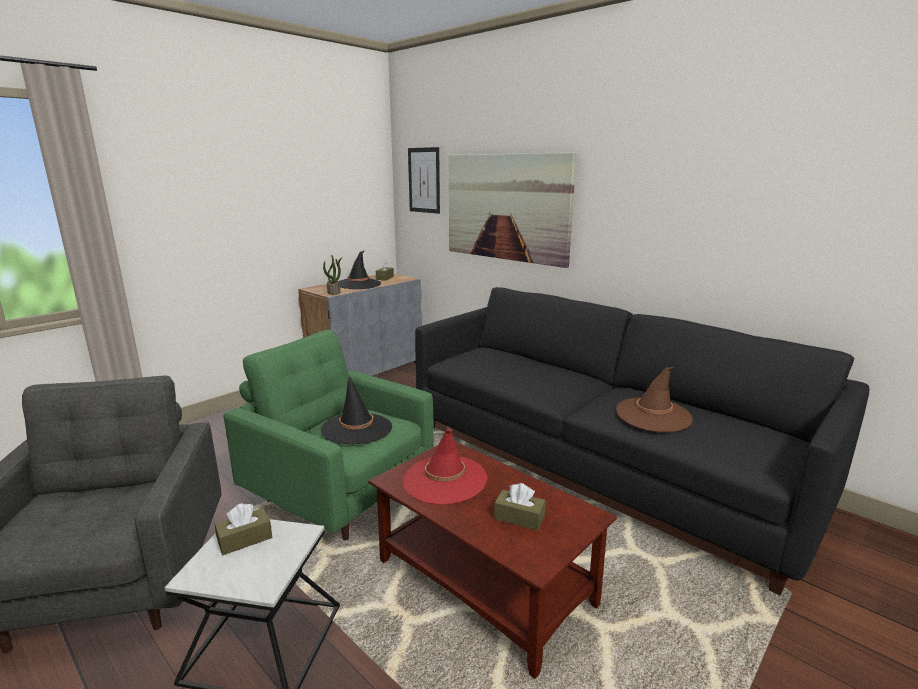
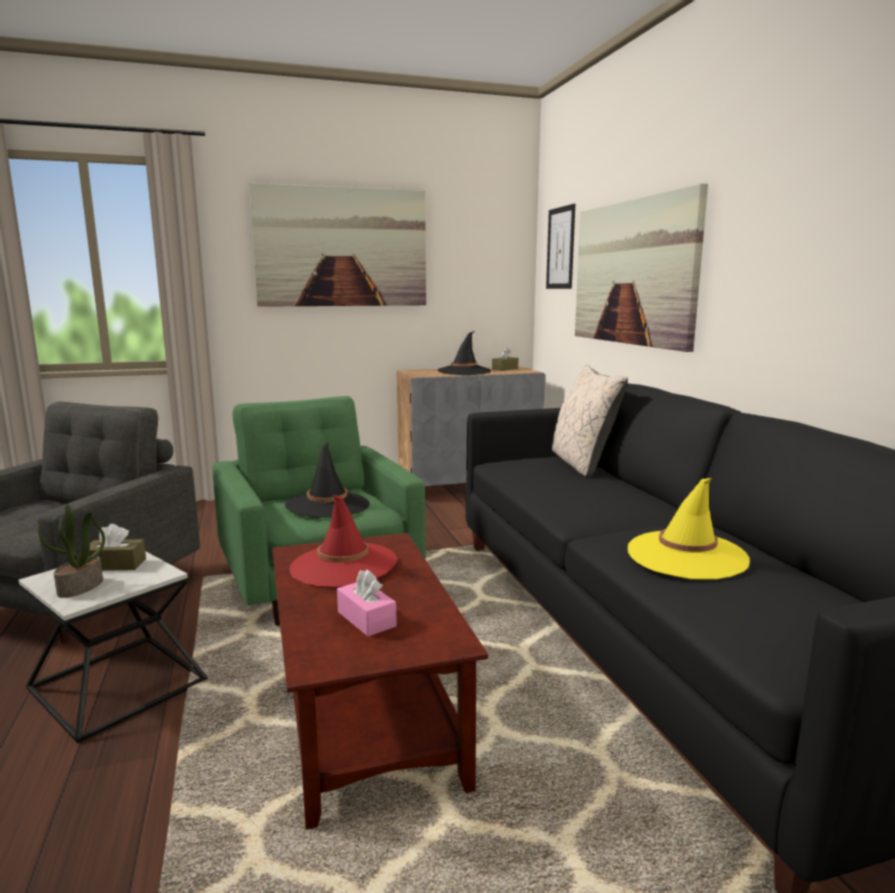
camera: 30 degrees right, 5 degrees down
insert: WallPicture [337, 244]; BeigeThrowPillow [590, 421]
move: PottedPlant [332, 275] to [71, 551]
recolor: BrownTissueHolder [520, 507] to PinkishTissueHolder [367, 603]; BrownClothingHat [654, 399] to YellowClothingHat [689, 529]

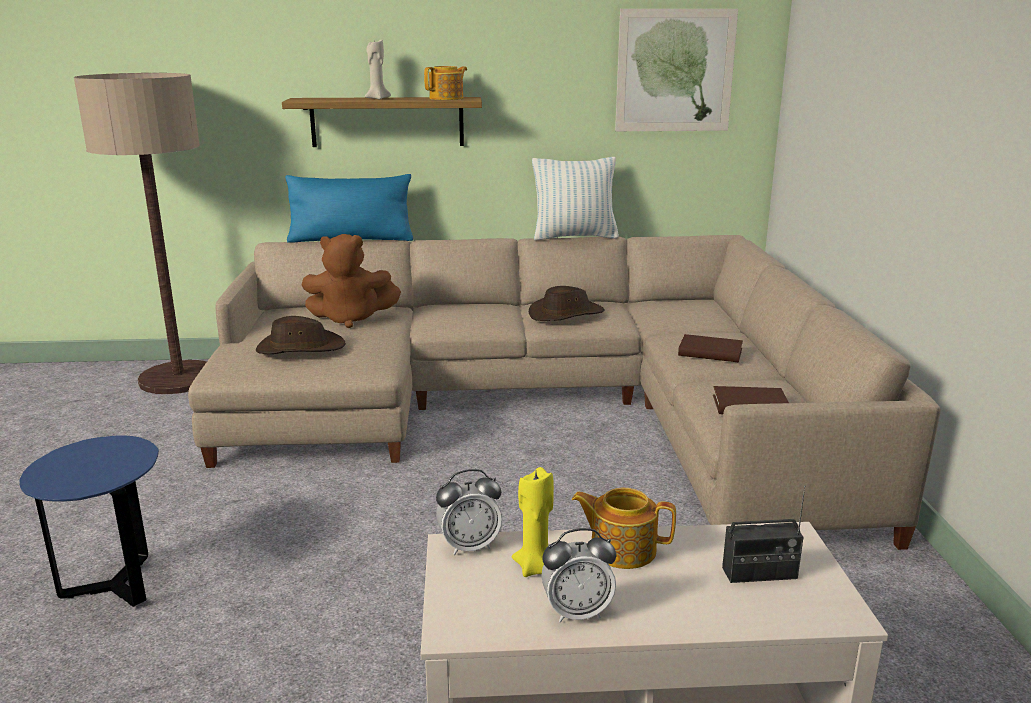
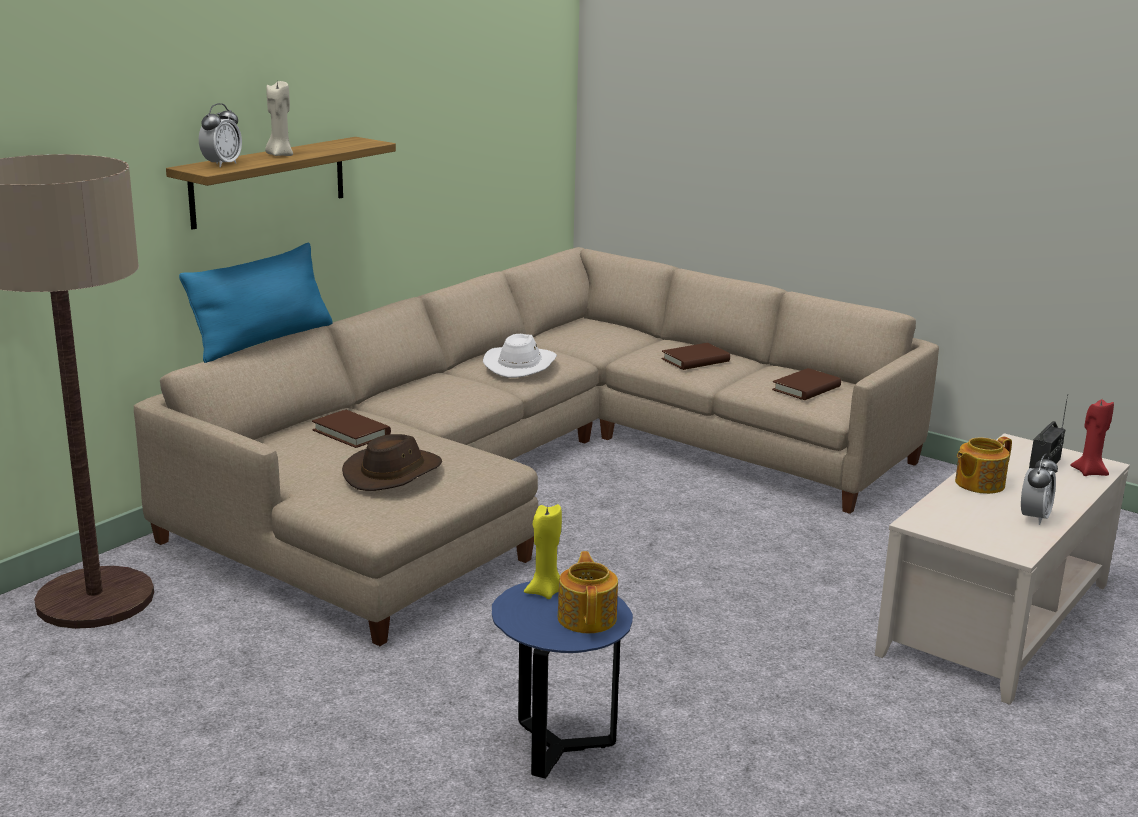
camera: 50 degrees left, 0 degrees up
delete: ThrowPillow [575, 198]; WallPicture [676, 70]
insert: RedColouredCandle [1092, 438]
move: TeaPot [445, 83] to [588, 592]; AlarmClock [469, 512] to [220, 135]; YellowCandle [532, 522] to [543, 551]
replace: BrownSoftToy [351, 281] to BrownBook [351, 429]
recolor: BrownClothingHat [566, 303] to WhitishClothingHat [520, 356]

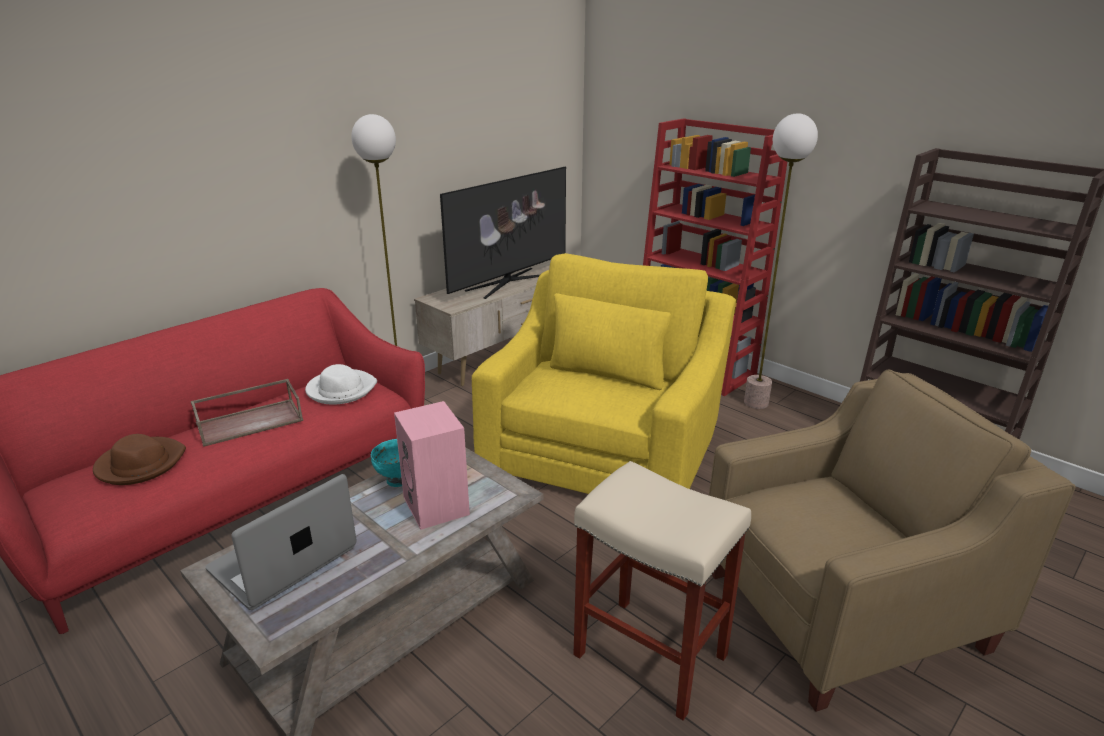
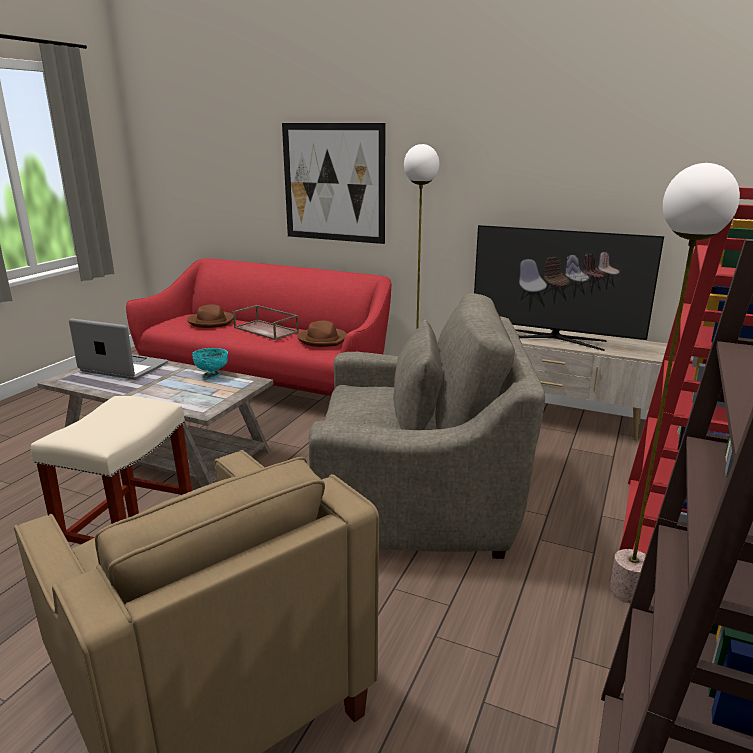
camera: 70 degrees right, 5 degrees down
delete: PinkishLoudspeaker [432, 465]
insert: WallPicture [334, 183]
recolor: WhitishClothingHat [341, 384] to BrownClothingHat [322, 334]; YellowEasyChair [604, 373] to GreyEasyChair [427, 426]

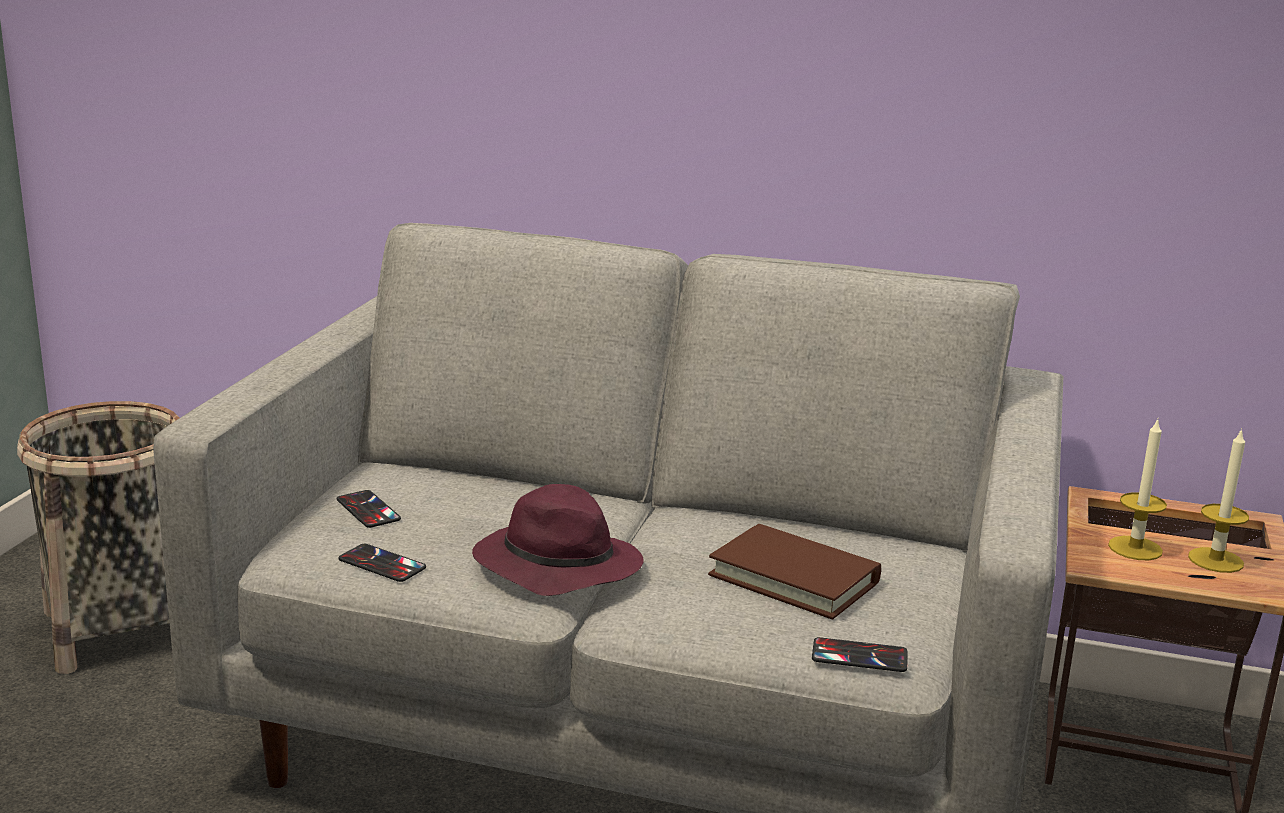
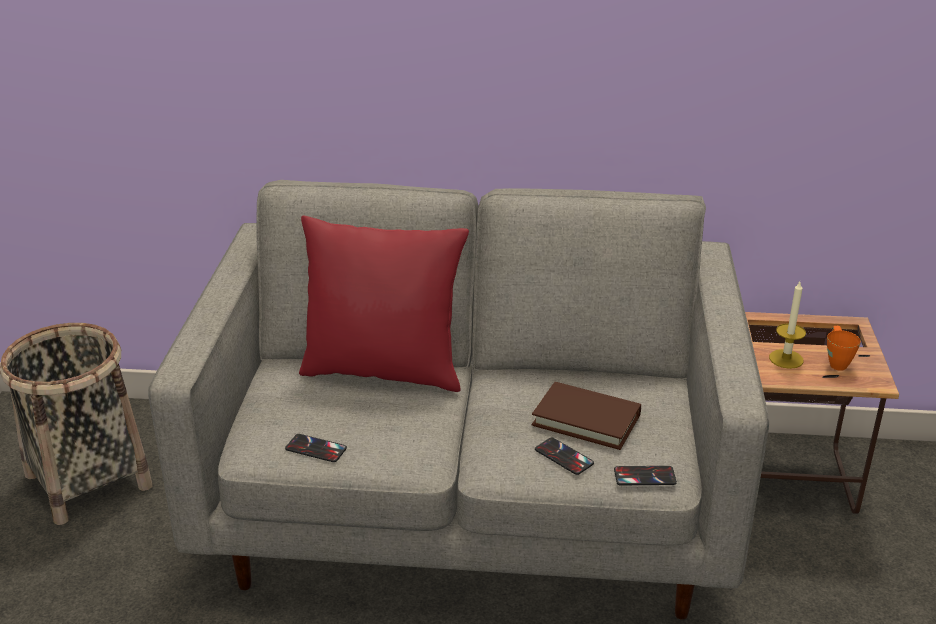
camera: 10 degrees left, 10 degrees up
delete: PurpleColouredClothingHat [558, 540]
insert: RedColouredThrowPillow [384, 303]
move: Telephone [369, 509] to [564, 456]
replace: Candle [1218, 500] to OrangeColouredCoffeeMug [844, 348]

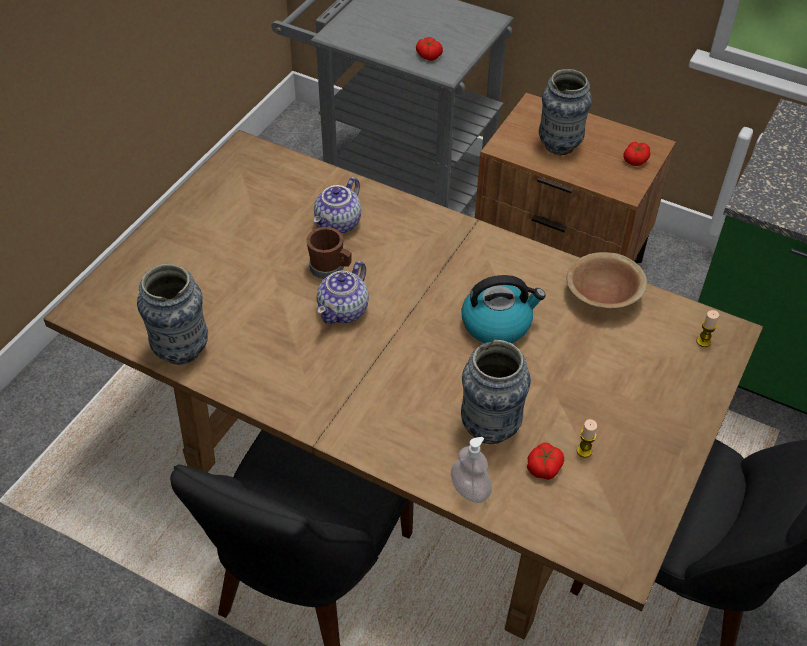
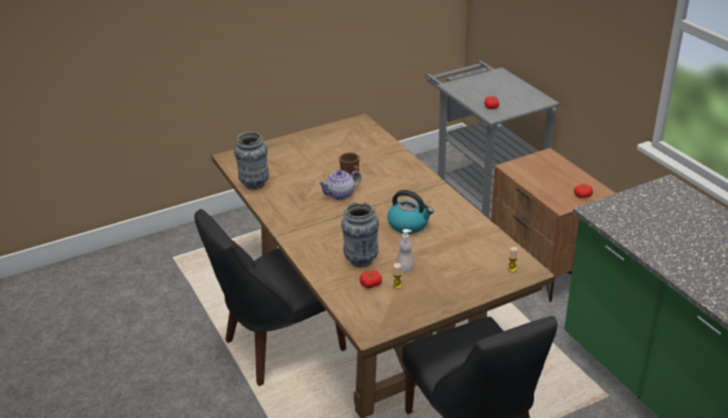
camera: 35 degrees right, 15 degrees down
delete: TeaPot [337, 205]; FlowerVase [565, 112]; BrownDeepDish [606, 280]
move: SoapDispenser [471, 470] to [405, 251]

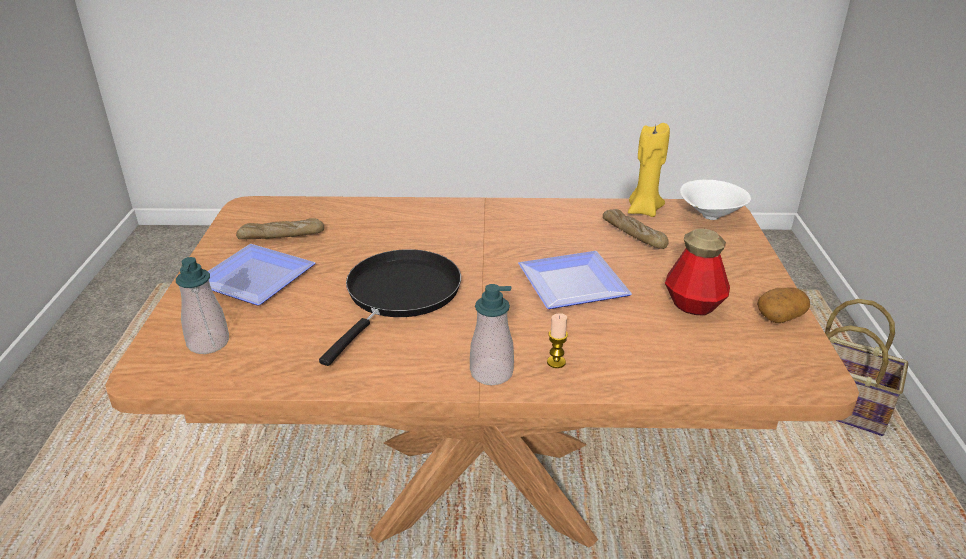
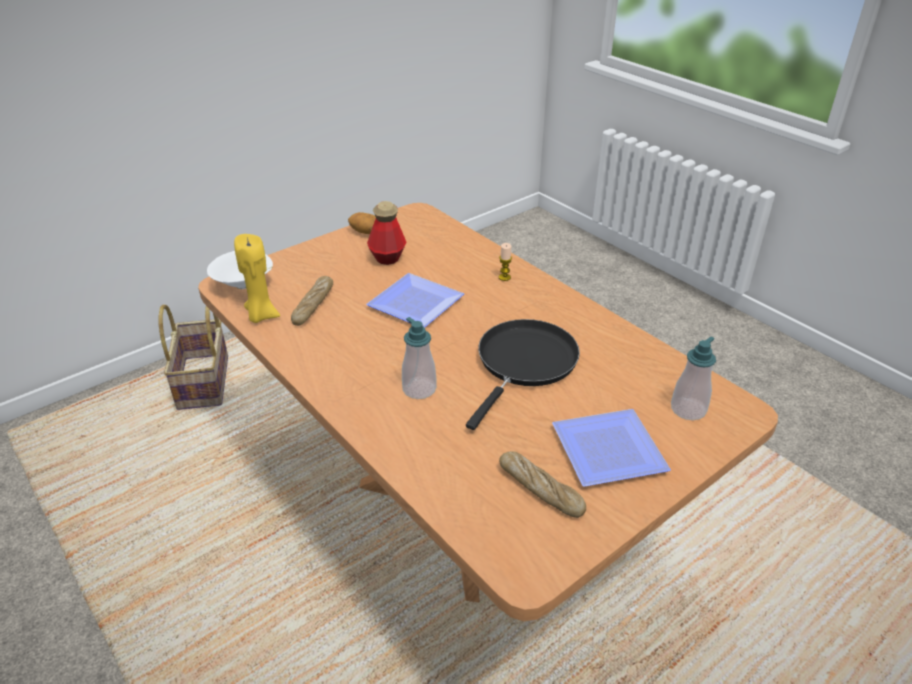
camera: 130 degrees left, 5 degrees up
move: SoapDispenser [492, 334] to [419, 358]
rotate: BlackColouredFryingPan [390, 307] = [523, 374] 135 degrees clockwise

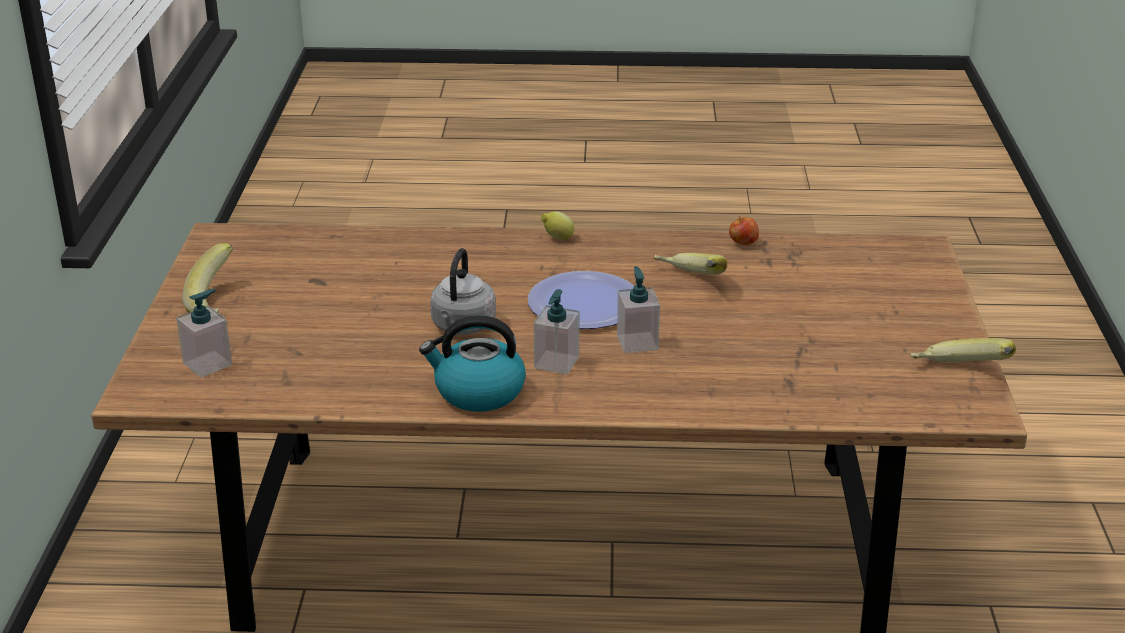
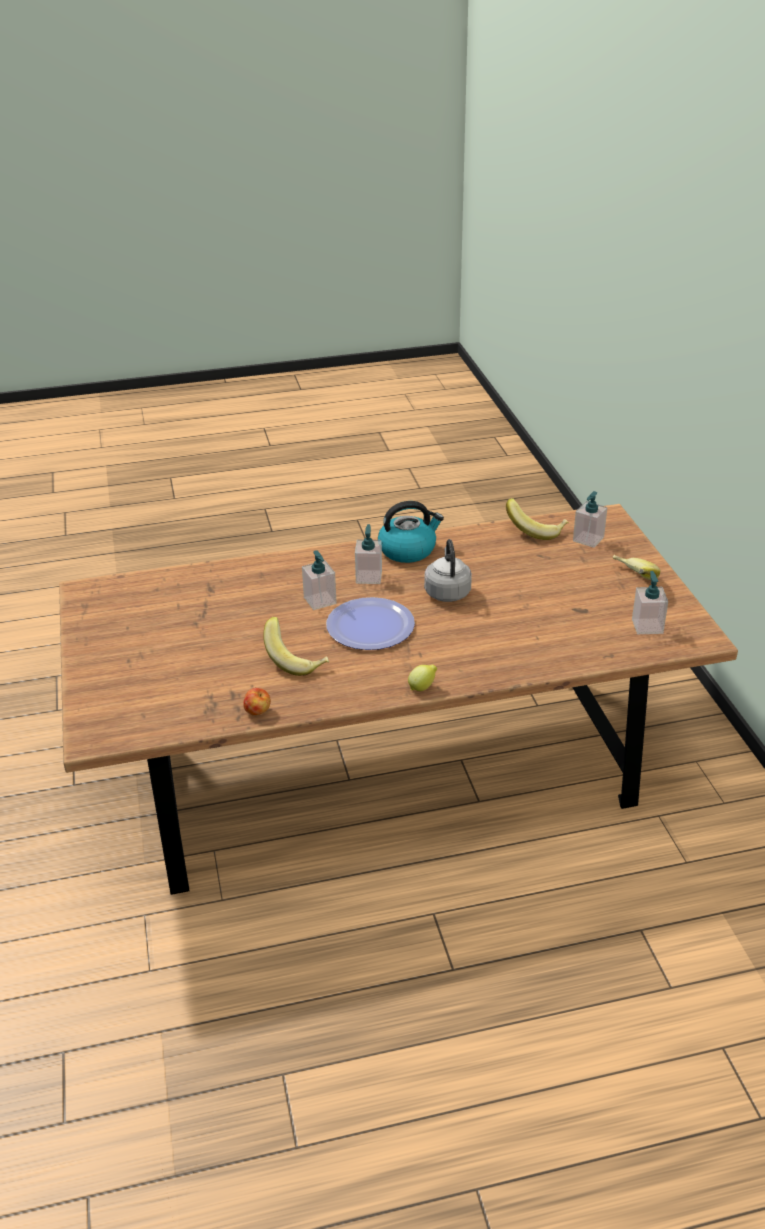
camera: 165 degrees right, 5 degrees up
insert: SoapDispenser [650, 602]
move: WholeBanana [963, 350] to [537, 519]

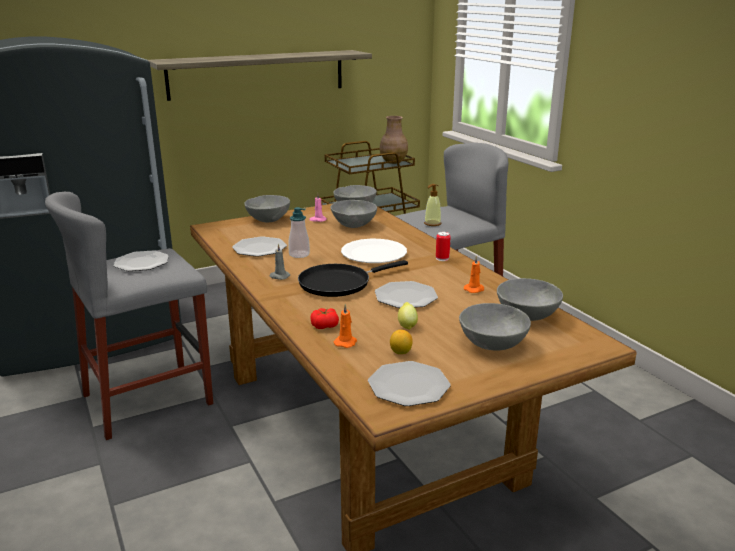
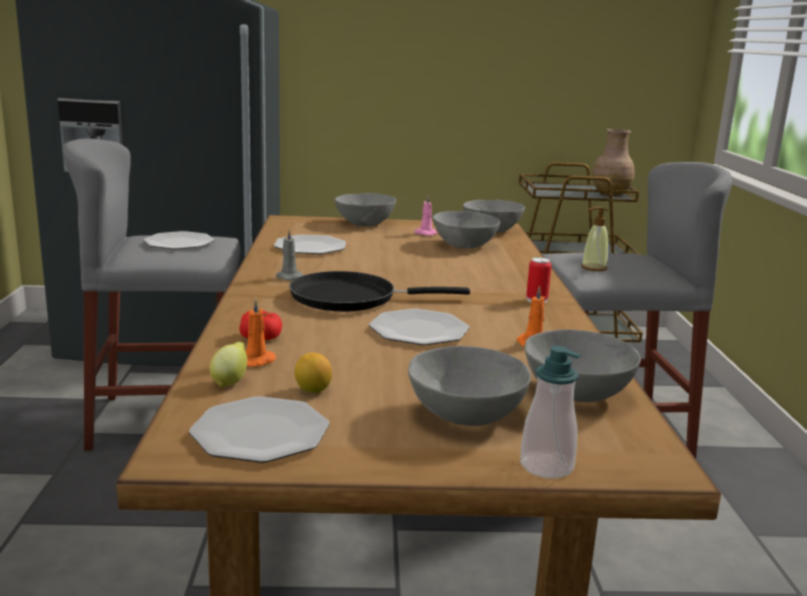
camera: 25 degrees right, 5 degrees down
delete: Shelf [260, 75]; WhitishFlatDish [374, 251]
move: SoapDispenser [299, 232] to [550, 412]; CitrusFruit [408, 316] to [228, 364]

